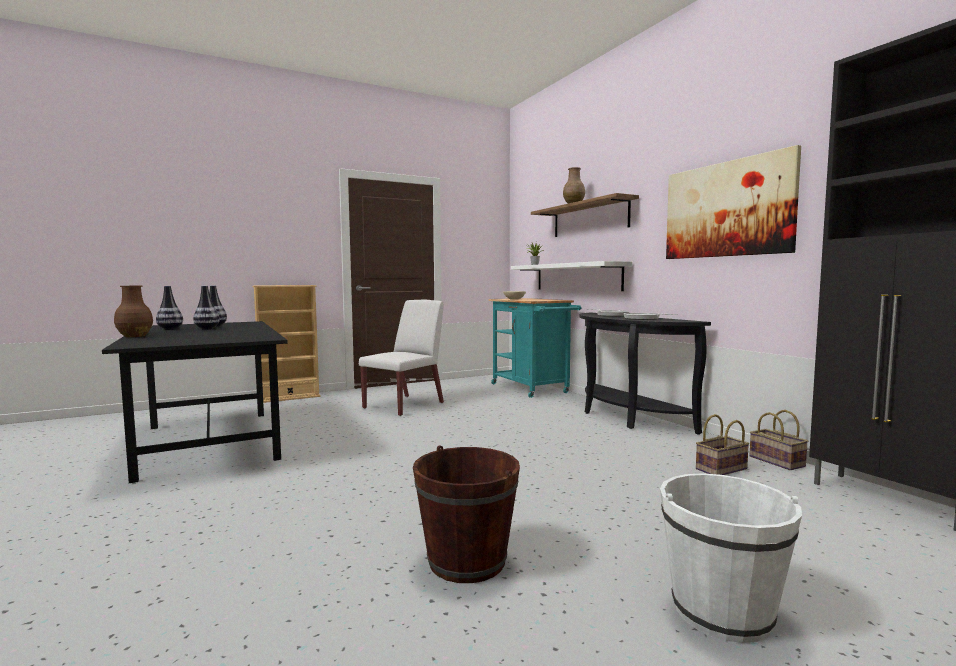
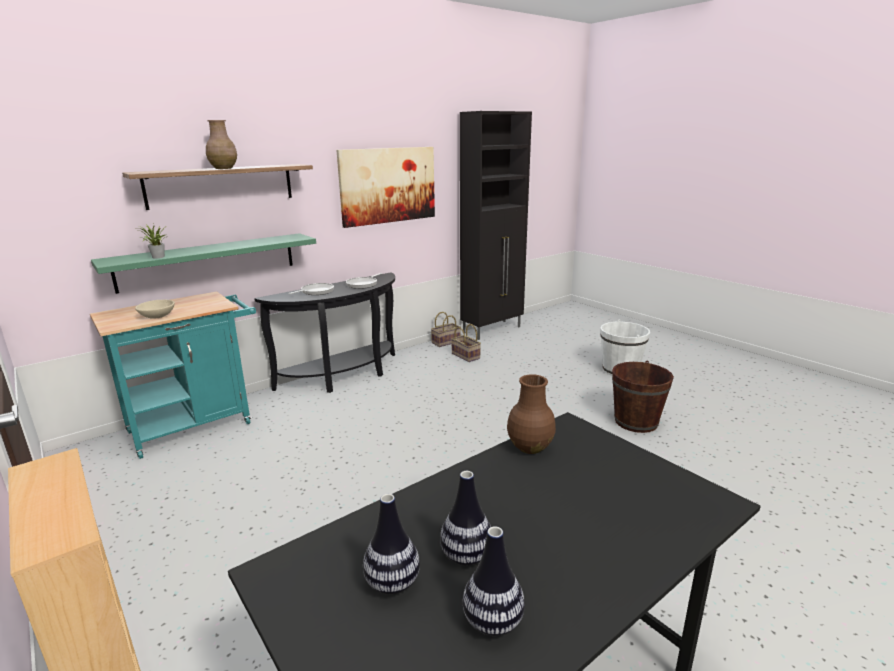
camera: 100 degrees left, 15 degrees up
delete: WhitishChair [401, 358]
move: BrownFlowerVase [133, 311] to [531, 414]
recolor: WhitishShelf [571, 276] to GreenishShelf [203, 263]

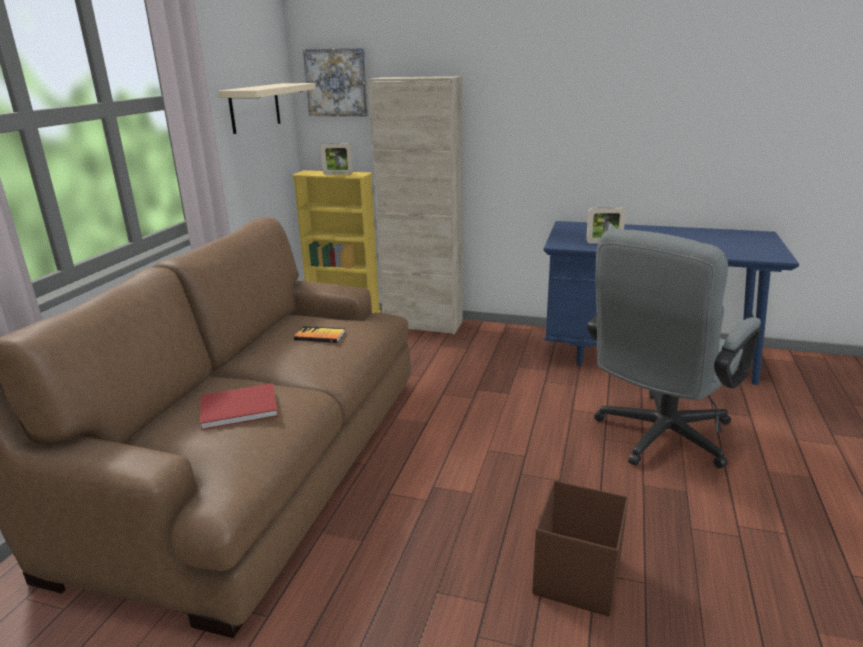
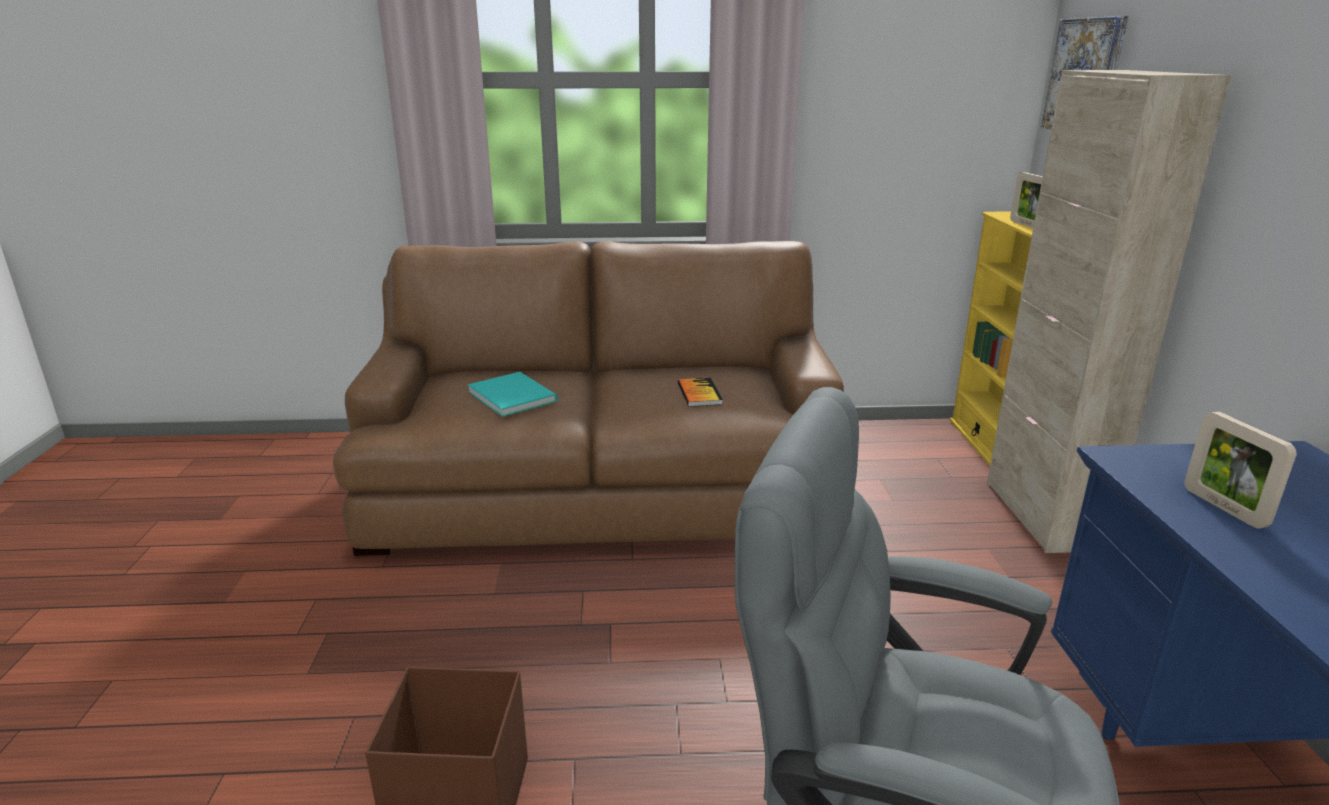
camera: 70 degrees right, 0 degrees up
delete: BeigeShelf [267, 108]
recolor: RedColouredBook [239, 406] to TurquoiseColouredBook [512, 394]

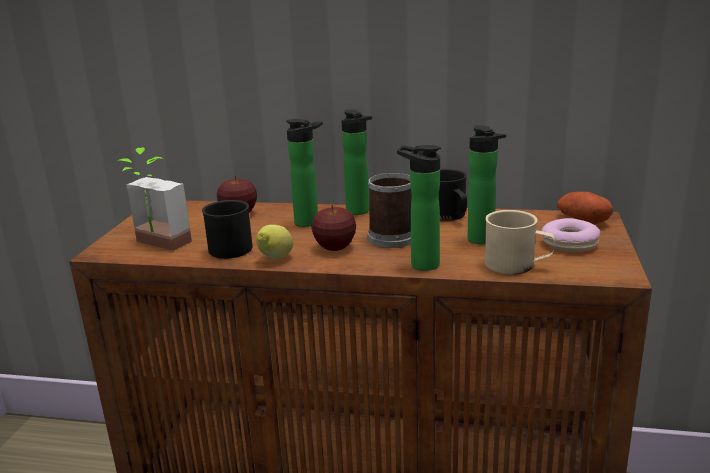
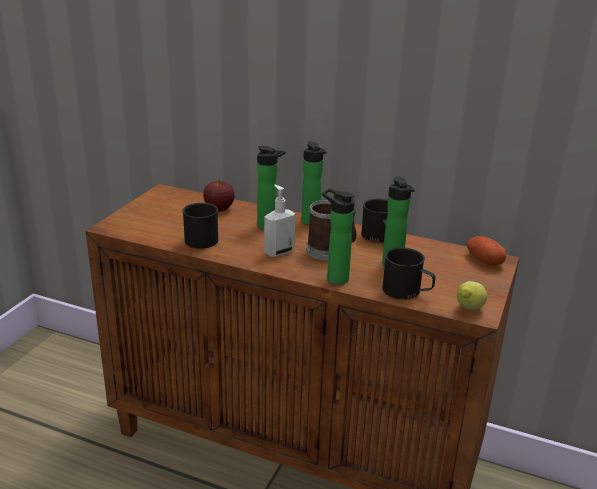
camera: 10 degrees right, 5 degrees up
delete: PottedPlant [155, 199]; Doughnut [570, 235]
move: CitrusFruit [274, 242] to [472, 295]
replace: WholeApple [334, 228] to SoapDispenser [279, 221]
recolor: BeigeCoffeeMug [520, 242] to BlackColouredCoffeeMug [409, 273]

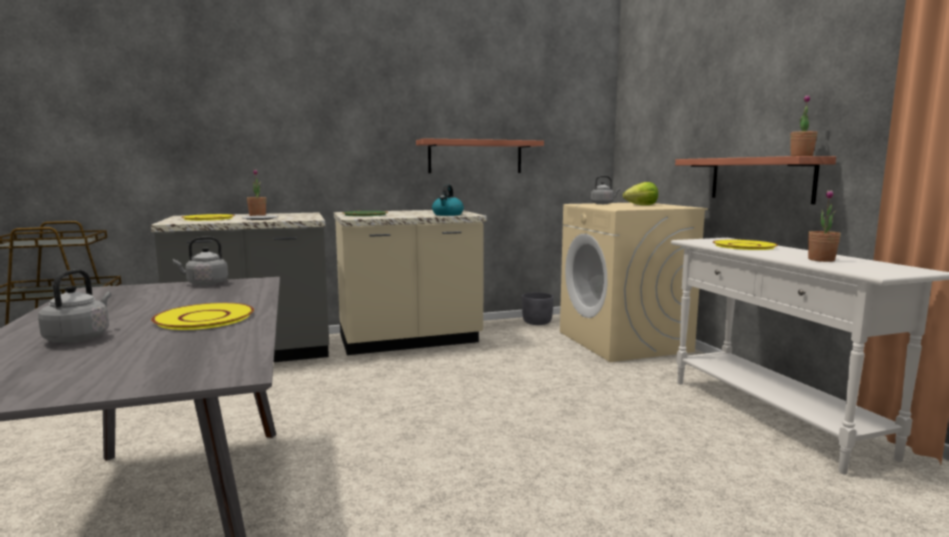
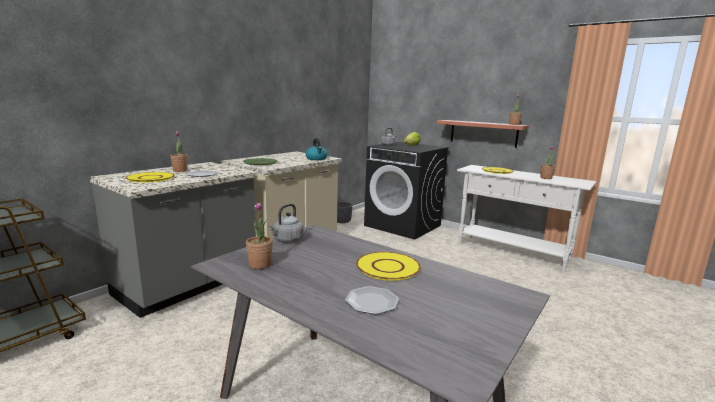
camera: 35 degrees left, 5 degrees up
delete: Shelf [480, 155]
insert: PottedPlant [259, 235]
replace: GreyWaterKettle [75, 306] to FlatDish [372, 300]
recolor: BeigeLaundryAppliance [634, 282] to BlackColouredLaundryAppliance [406, 191]

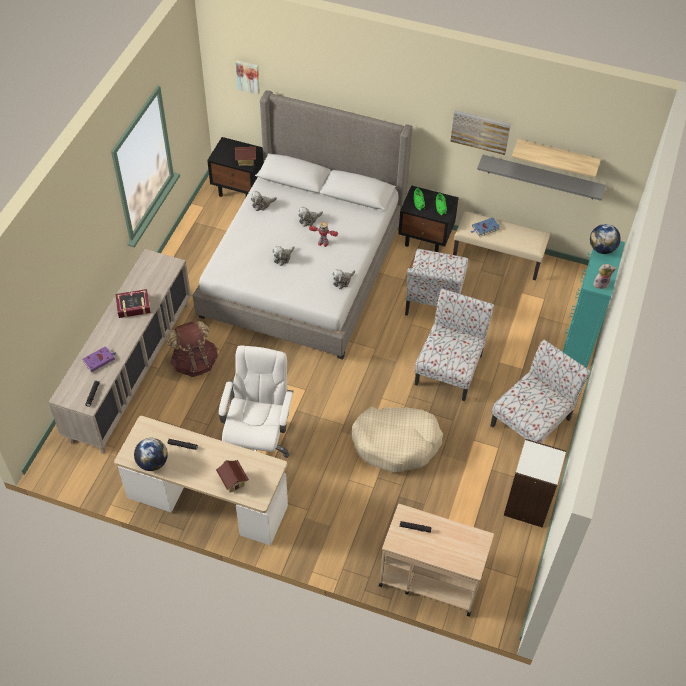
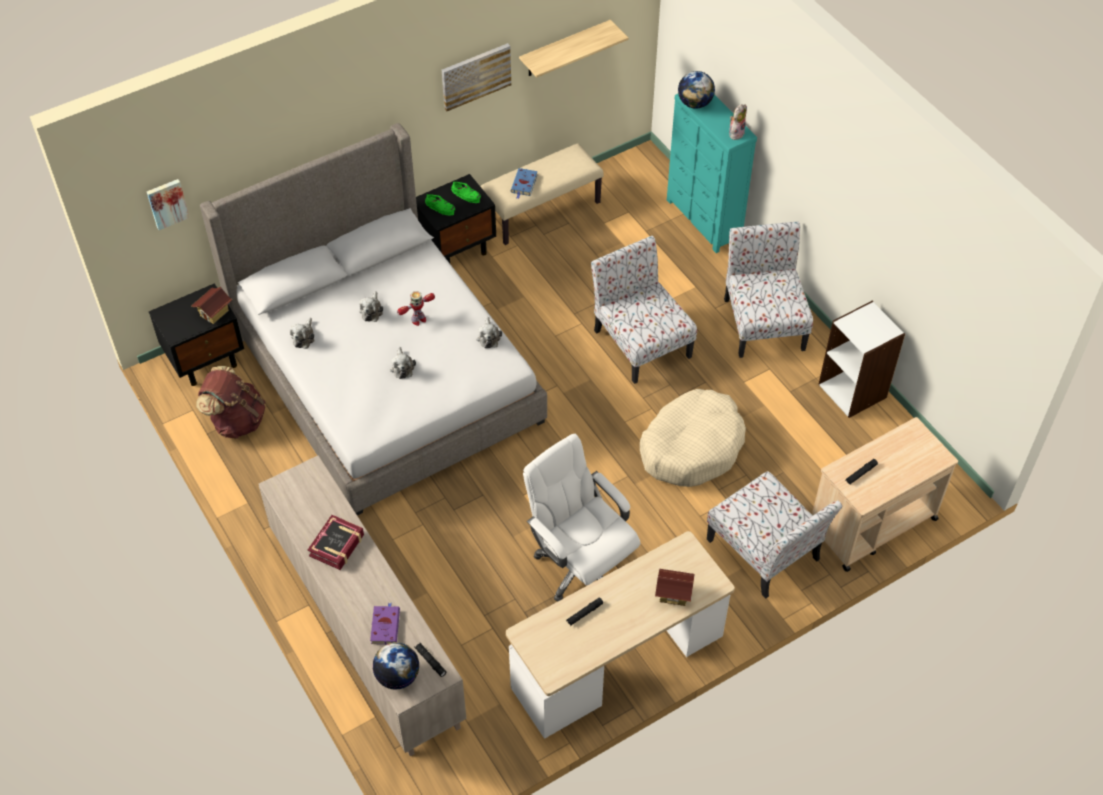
camera: 50 degrees left, 0 degrees up
delete: GreyShelf [541, 178]
move: DeskGlobe [151, 454] to [396, 666]; BrownBackpack [192, 349] to [231, 402]; Chair [436, 282] to [774, 535]

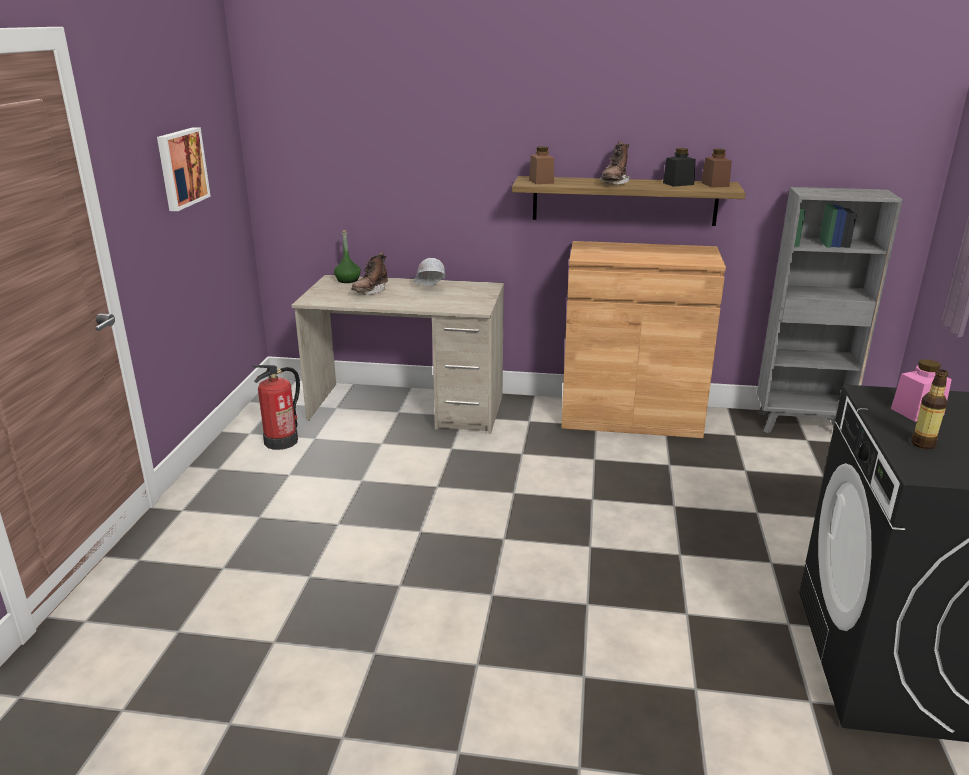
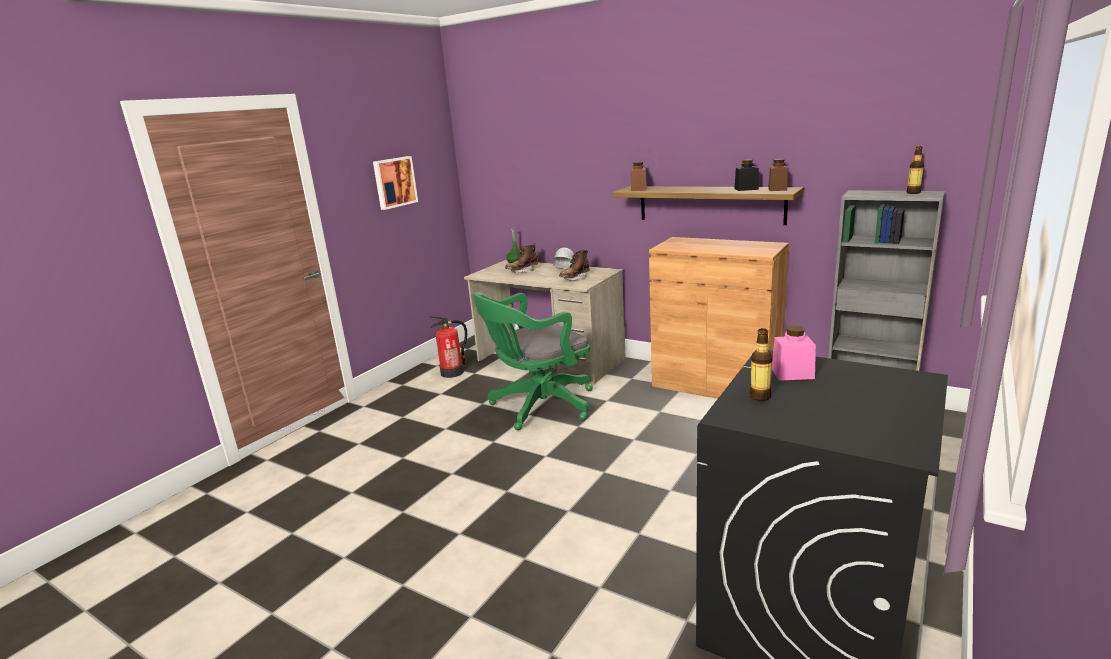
camera: 25 degrees right, 5 degrees down
insert: GreenishDeskChair [533, 361]; DrinkBottle [915, 170]
move: BrownTallBoot [614, 163] to [574, 264]

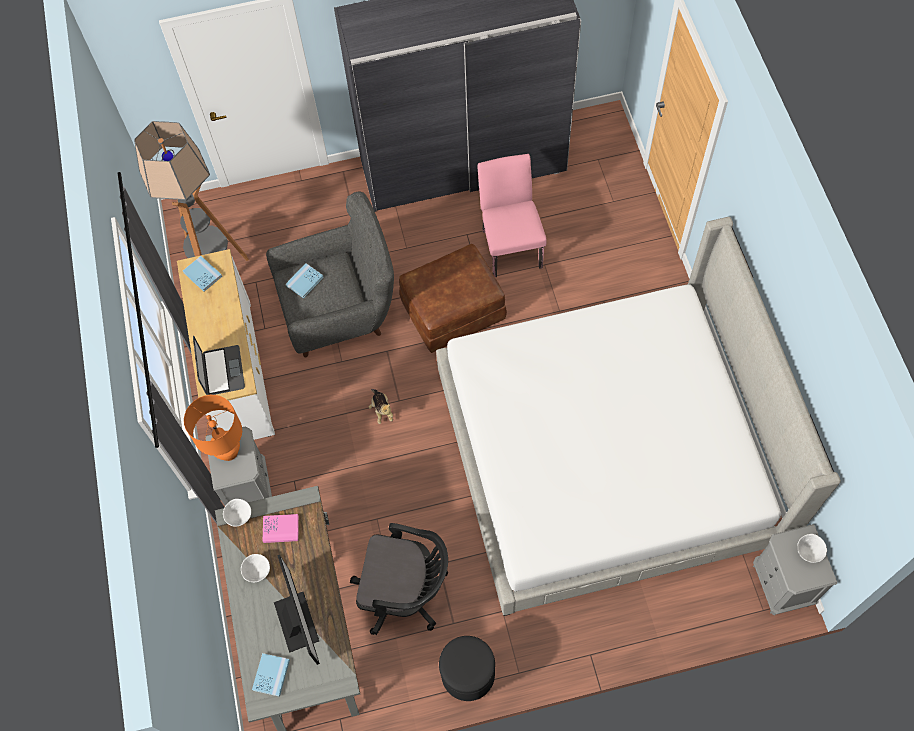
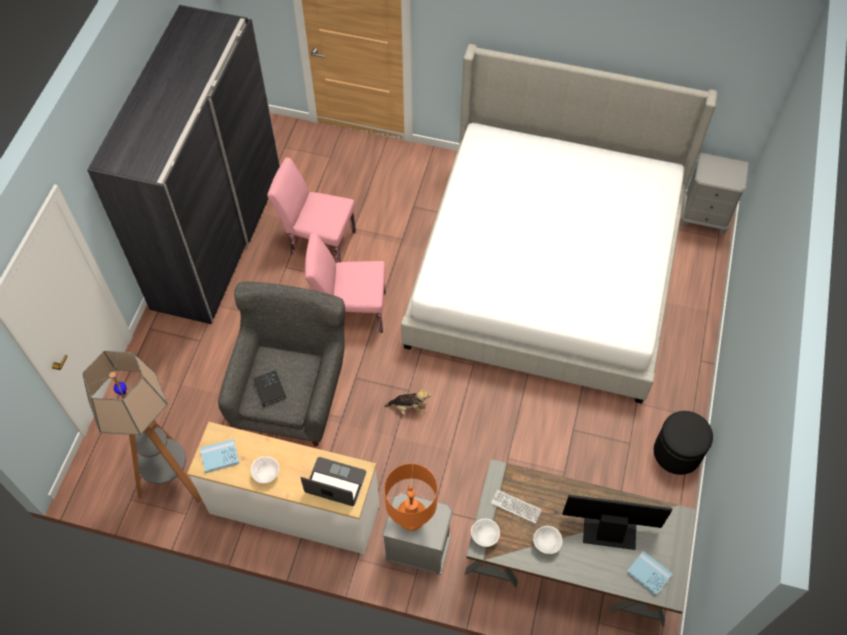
camera: 65 degrees left, 5 degrees down
delete: BlackColouredDeskChair [399, 579]
move: WhitishDeepDish [812, 548] to [265, 470]
replace: PinkishBook [280, 528] to ComputerKeyboard [516, 507]; BrownPouffe [453, 298] to PinkishChair [345, 283]
recolor: BlueColouredBook [305, 281] to BlackColouredBook [269, 388]

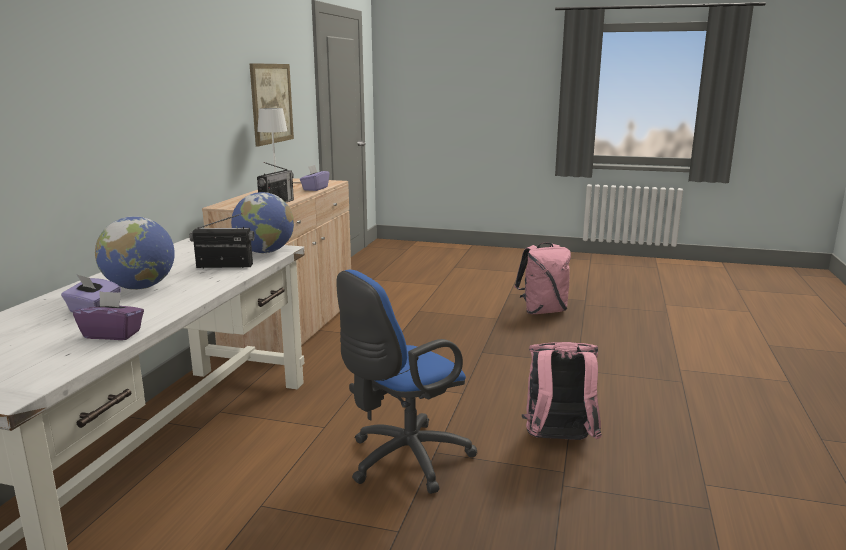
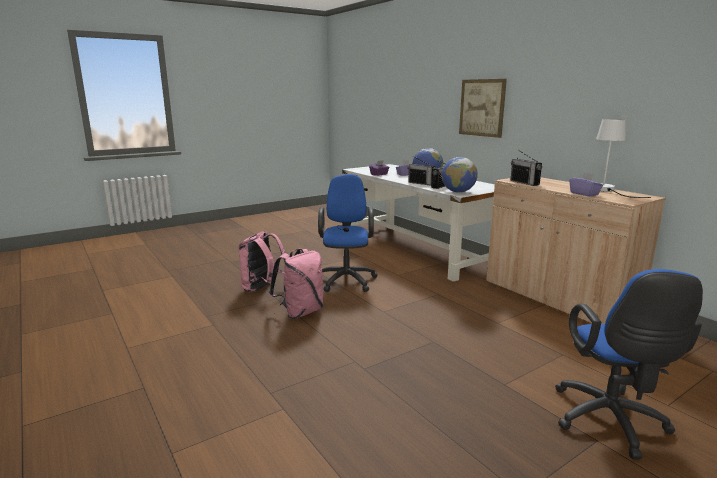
camera: 130 degrees right, 0 degrees up
insert: RadioSet [421, 171]; BlueColouredDeskChair [629, 364]
move: WallPicture [272, 105] to [483, 108]; PinkishBackpack [542, 278] to [262, 261]

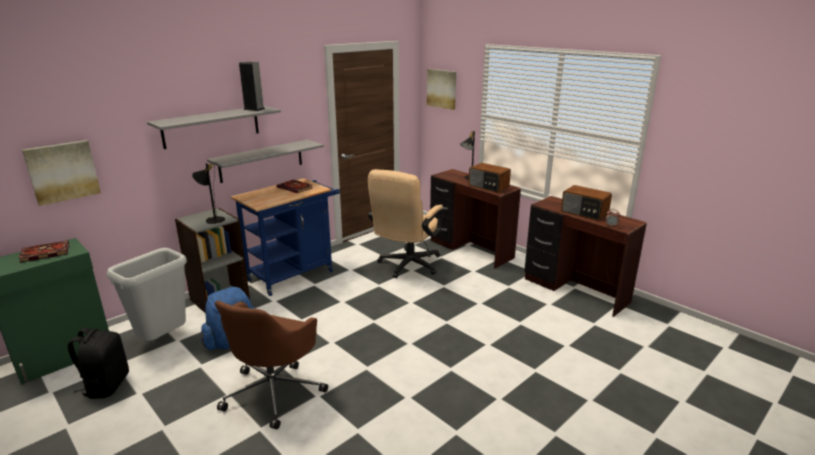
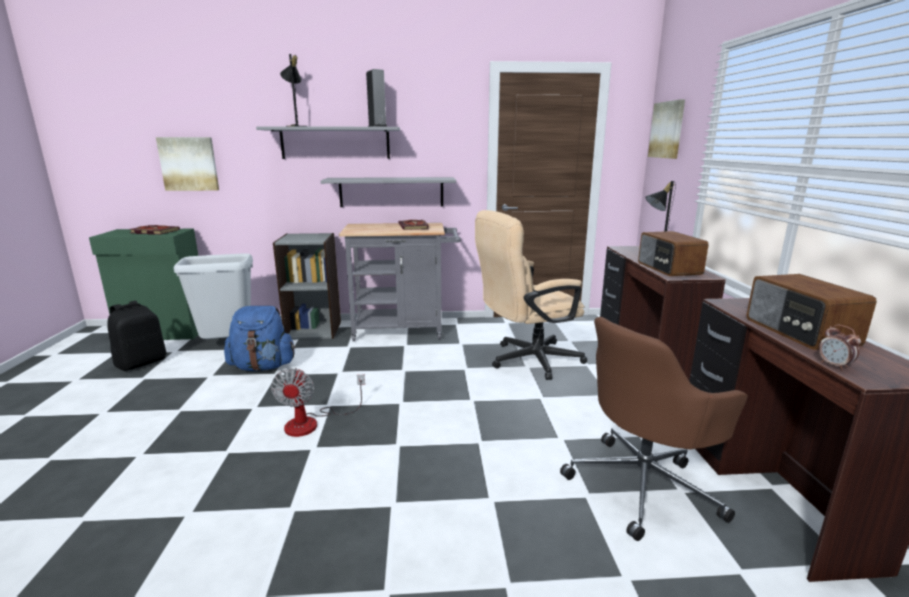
camera: 40 degrees right, 5 degrees down
insert: ElectricFan [318, 402]
move: BlackColouredTableLamp [208, 193] to [294, 90]; BrownDeskChair [271, 365] to [654, 429]
recolor: BlueColouredWheeledCart [285, 237] to GreyWheeledCart [400, 282]

